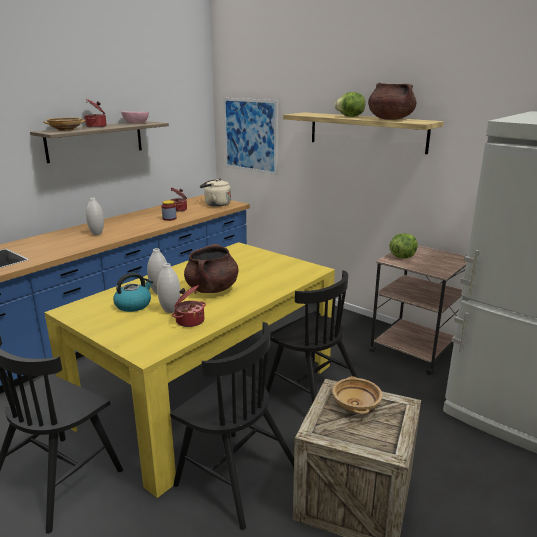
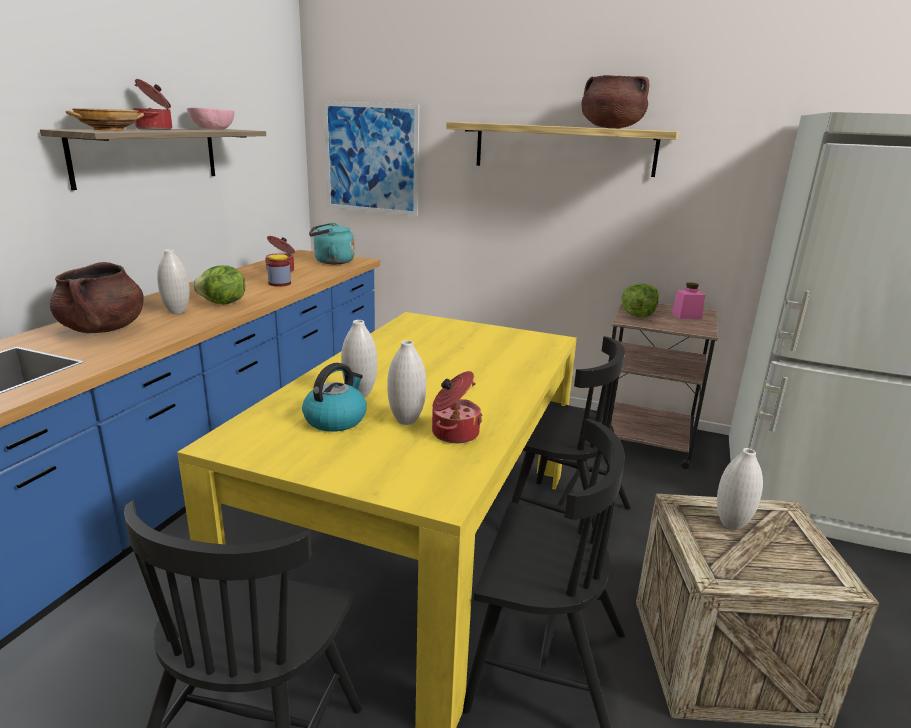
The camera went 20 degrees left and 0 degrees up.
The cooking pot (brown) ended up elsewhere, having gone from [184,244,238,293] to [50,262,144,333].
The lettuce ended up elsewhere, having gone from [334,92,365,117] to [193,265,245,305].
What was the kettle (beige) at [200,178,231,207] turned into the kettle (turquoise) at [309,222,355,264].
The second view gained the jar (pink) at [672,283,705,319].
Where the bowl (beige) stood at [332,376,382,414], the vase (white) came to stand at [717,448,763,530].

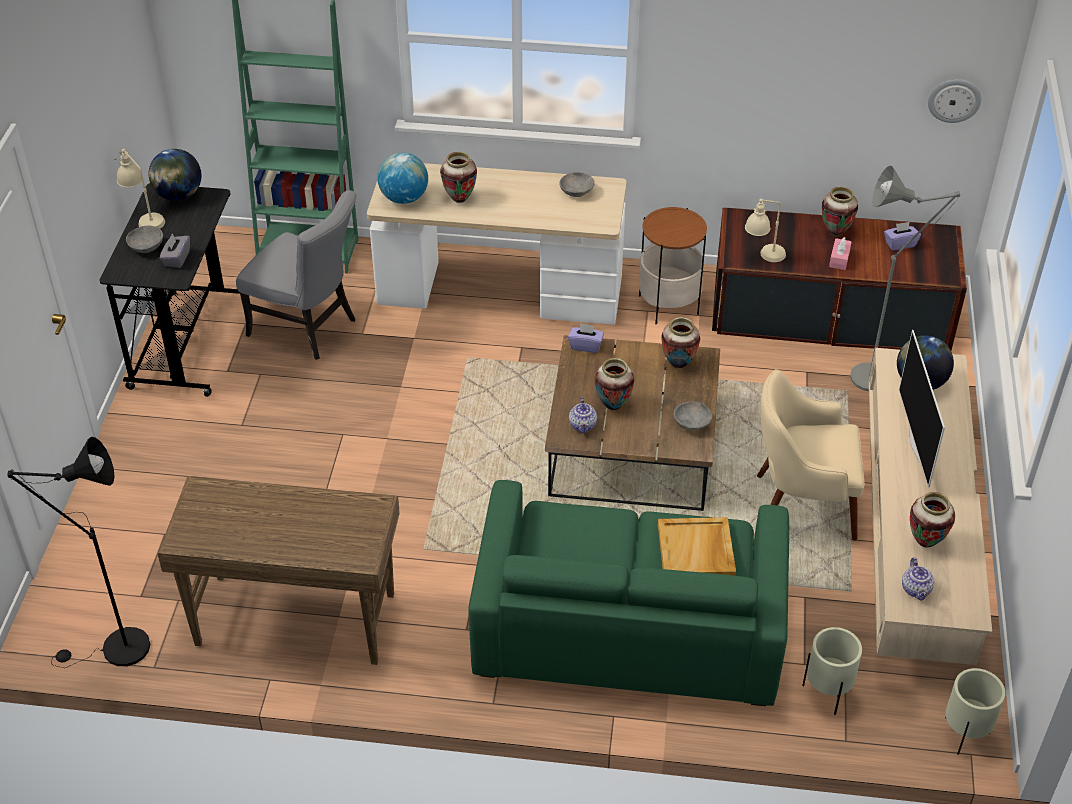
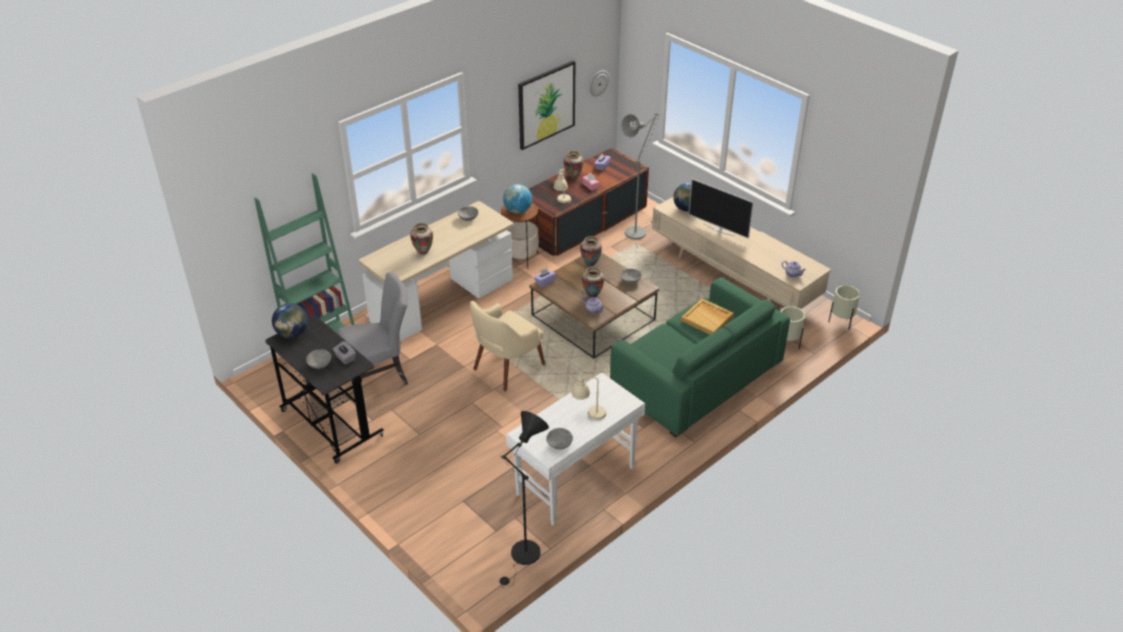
The camera went 50 degrees left and 5 degrees down.
The armchair (beige) ended up elsewhere, having gone from [757,369,864,541] to [470,301,545,391].
The globe ended up elsewhere, having gone from [377,153,428,204] to [503,184,532,214].
What was the console table (brown) at [158,476,400,665] turned into the console table (white) at [506,373,645,526].
The second view gained the picture at [518,61,575,150].
The second view gained the bowl (grey) at [546,428,573,449].
The table lamp (beige) ended up elsewhere, having gone from [114,149,165,229] to [571,373,606,420].
The second view lost the vase at [910,492,955,548].

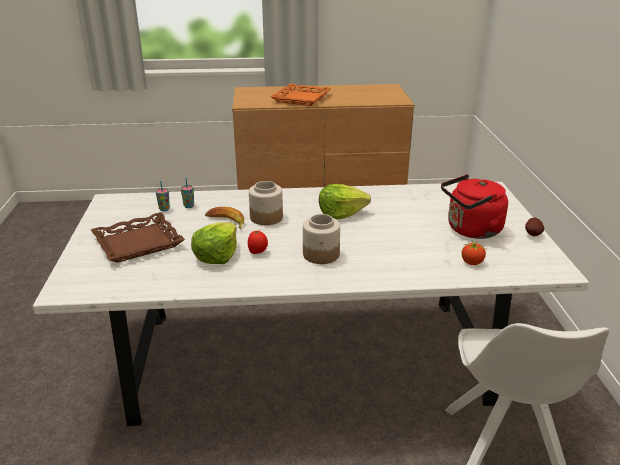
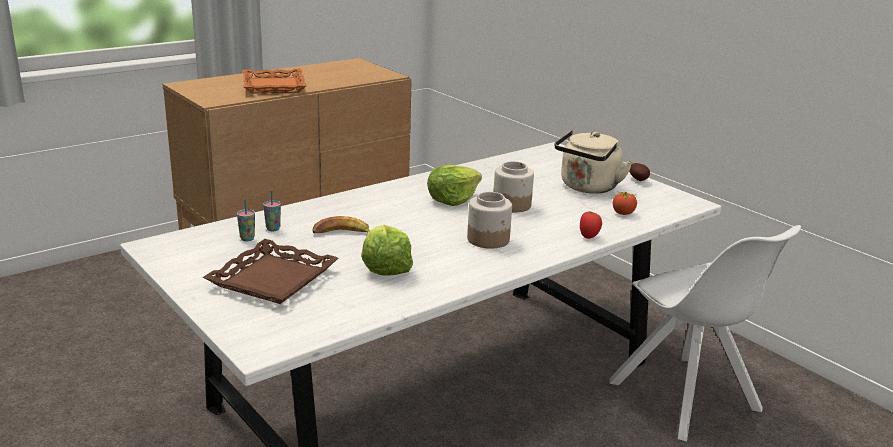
The camera went 35 degrees left and 5 degrees down.
The jar ended up elsewhere, having gone from [249,181,283,225] to [493,161,534,212].
What was the kettle (red) at [441,174,508,239] turned into the kettle (beige) at [554,130,633,194].
The tomato ended up elsewhere, having gone from [248,230,268,254] to [580,211,602,239].

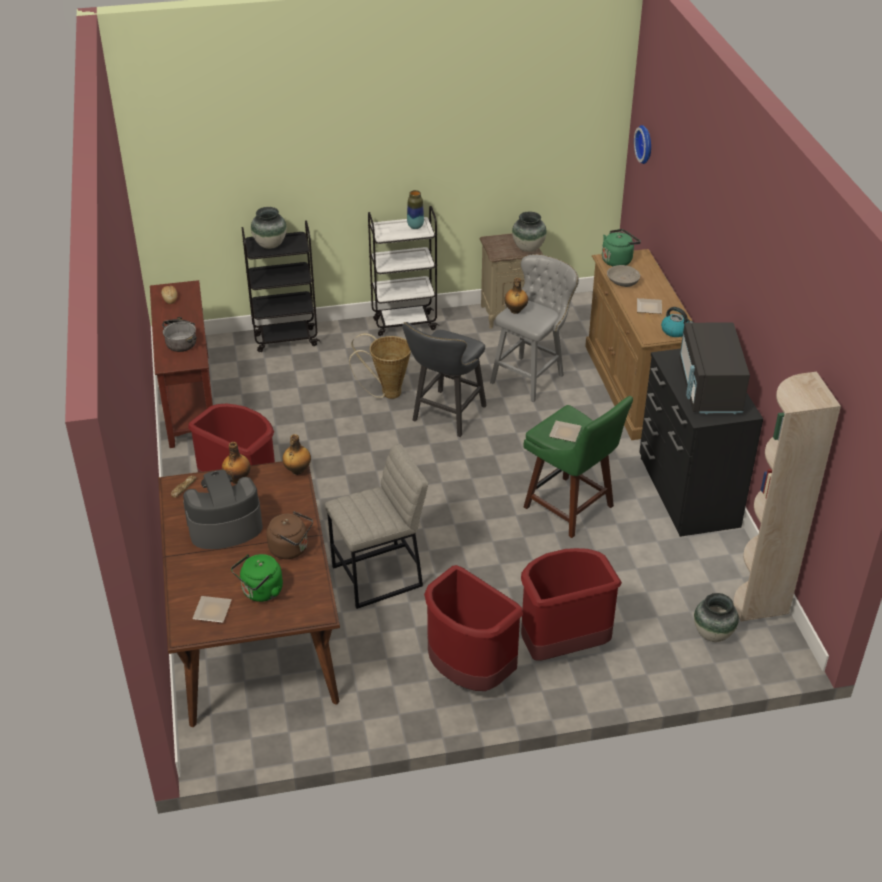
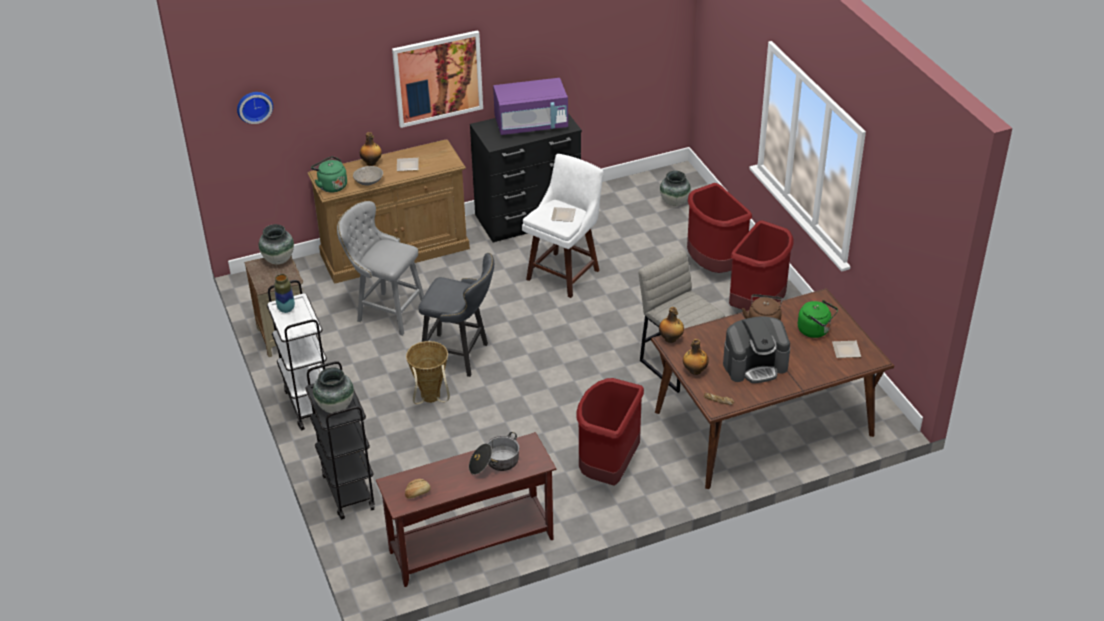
The camera went 100 degrees left and 0 degrees up.
The bottle ended up elsewhere, having gone from [504,278,528,314] to [360,132,382,166].
The second view gained the picture at [392,30,483,128].
What was the microwave (black) at [679,323,750,414] turned into the microwave (purple) at [493,78,568,135].
What was the stool (green) at [523,396,633,538] turned into the stool (white) at [522,154,603,298].
The coffee machine at [183,470,263,549] ended up facing another way, 75 degrees counterclockwise from before.
The second view lost the kettle at [661,307,693,337].
The second view lost the bookcase (beige) at [733,372,841,621].

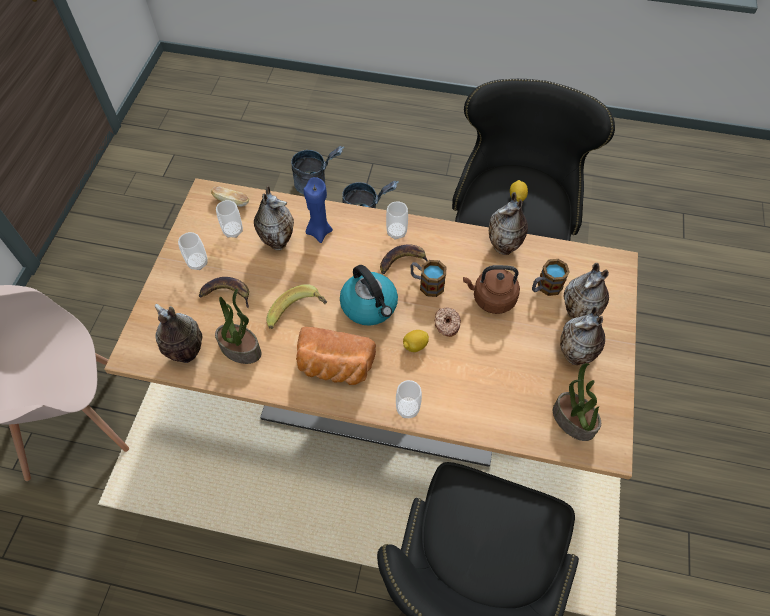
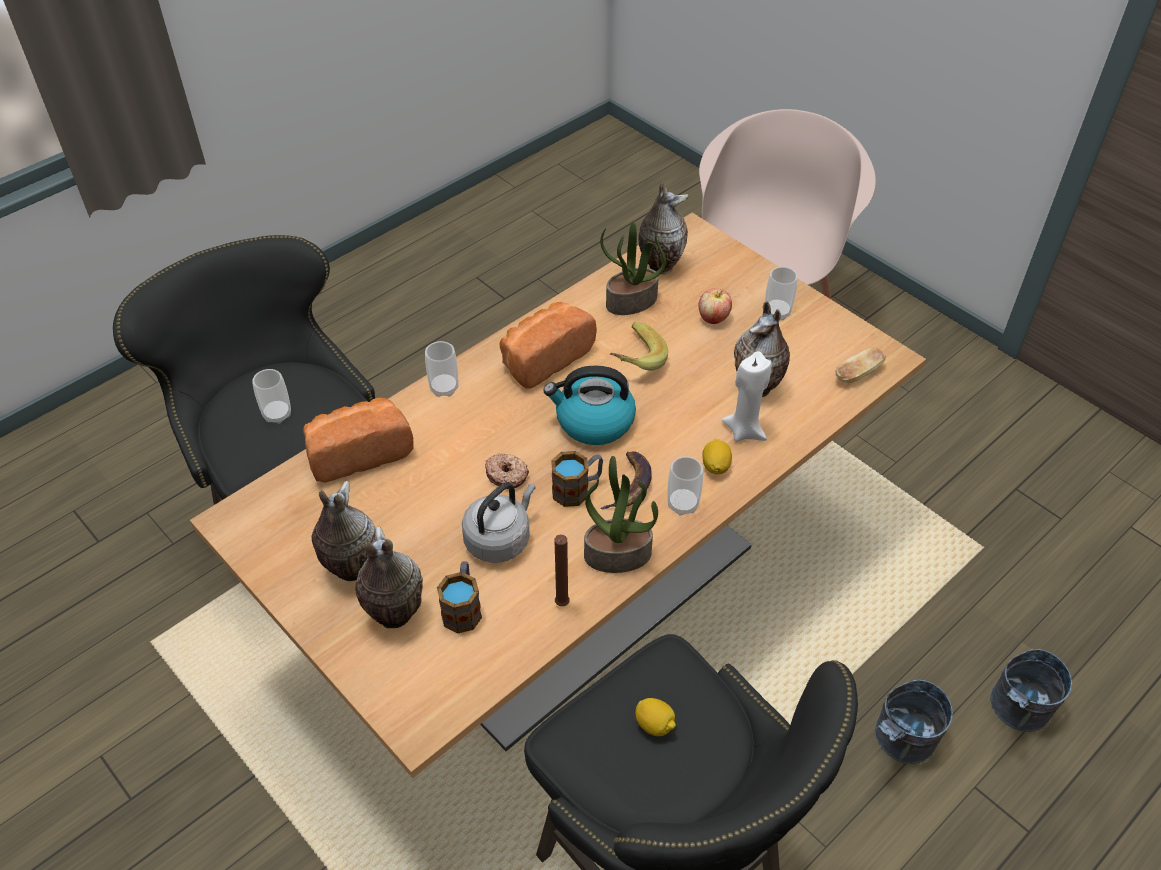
The camera went 125 degrees right and 10 degrees down.
The cup ended up elsewhere, having gone from [216,200,243,238] to [252,369,291,424].
The second view gained the bread at [303,398,414,483].
What was the kettle (brown) at [463,265,520,314] turned into the kettle (grey) at [462,482,536,563].
Where the vase stood at [489,192,528,255], the candle (brown) came to stand at [555,535,570,606].
The potted plant ended up elsewhere, having gone from [553,363,601,441] to [584,456,658,573].
Where the banana stood at [199,277,249,308], the apple came to stand at [698,288,732,324].
The lemon ended up elsewhere, having gone from [403,330,429,352] to [702,439,732,474].
What was the candle (blue) at [304,177,333,243] turned into the candle (white) at [722,351,772,442].

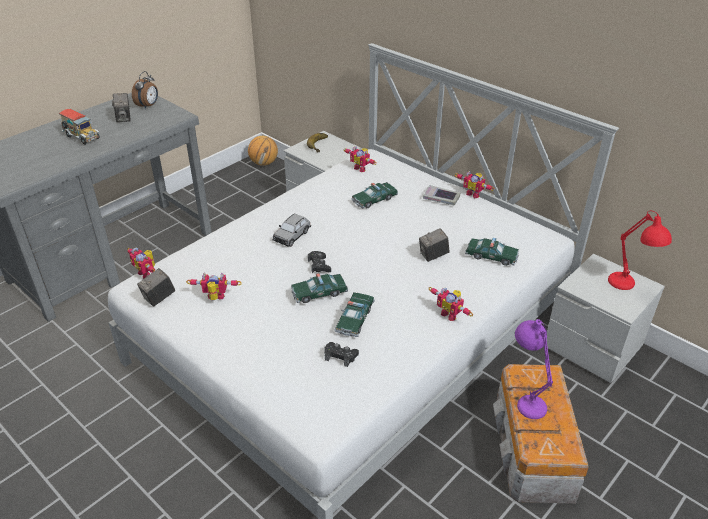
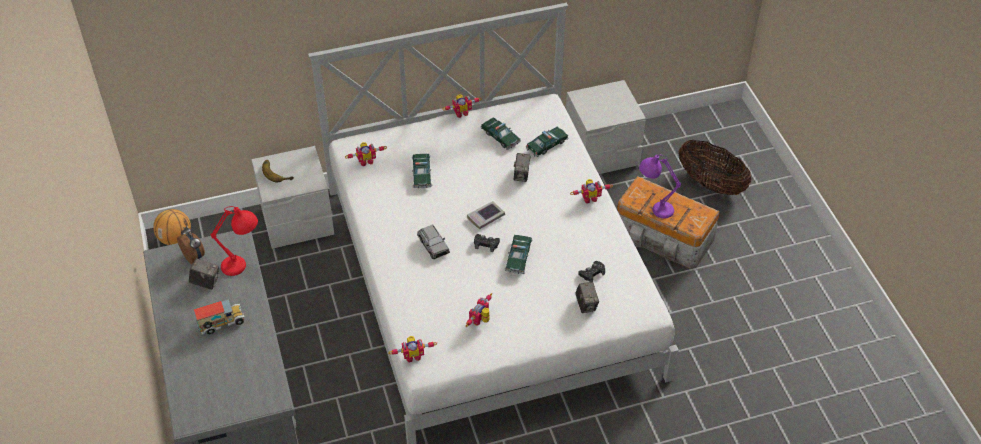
The camera went 60 degrees left and 10 degrees up.
The table lamp (red) ended up elsewhere, having gone from [608,210,672,290] to [210,206,258,276].
The book ended up elsewhere, having gone from [423,185,460,205] to [467,201,505,229].
The toy car ended up elsewhere, having gone from [334,292,375,337] to [481,117,521,150].
The photo camera ended up elsewhere, having gone from [137,268,175,307] to [575,282,599,313].
The second view gained the basket at [679,140,752,195].

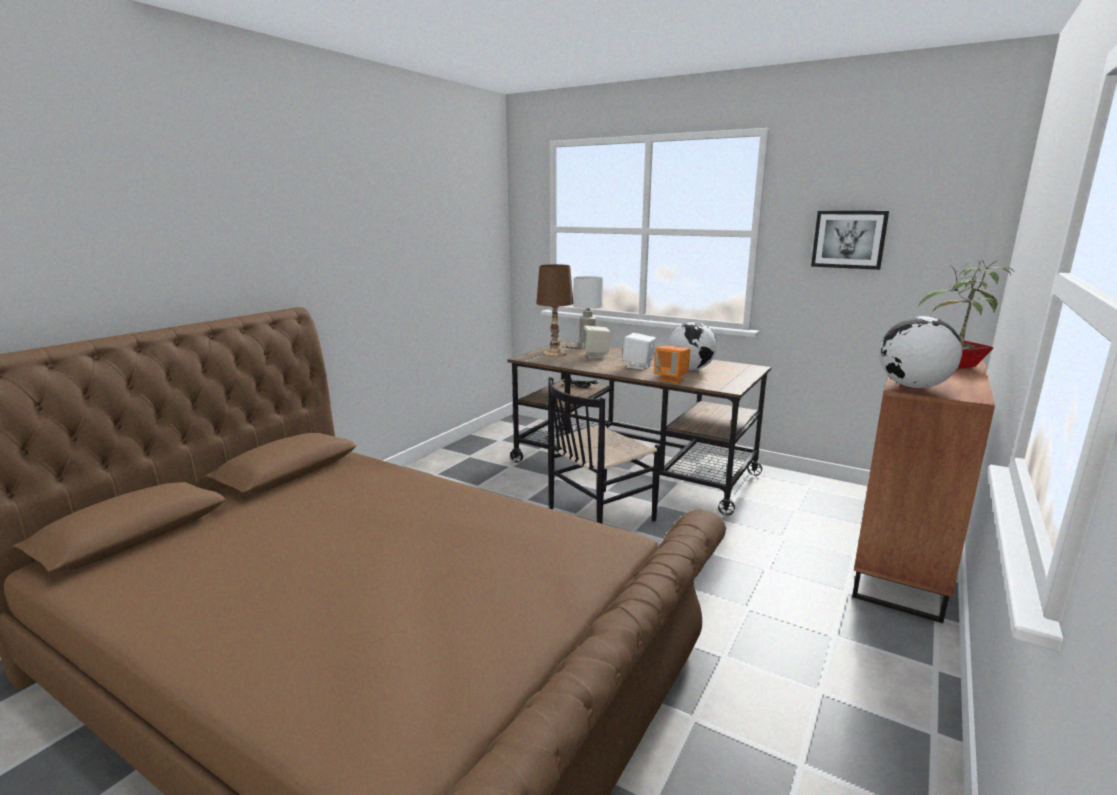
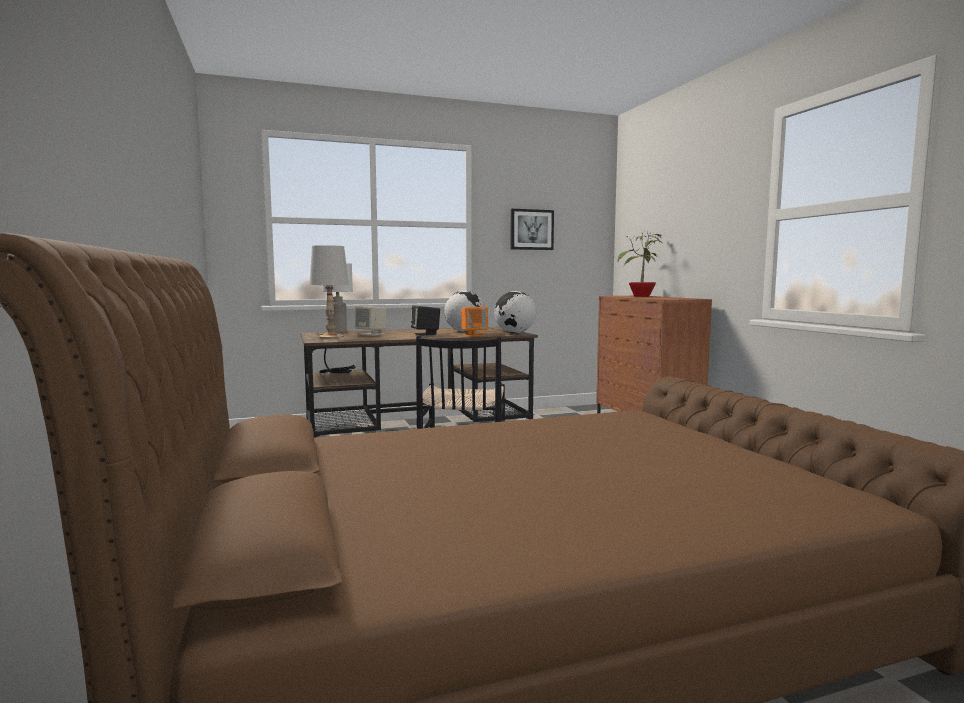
The camera went 50 degrees left and 10 degrees down.
What was the table lamp (brown) at [536,264,573,356] turned into the table lamp (white) at [310,245,349,338].
What was the speaker (white) at [622,333,656,369] turned into the speaker (black) at [411,306,440,335].
The globe ended up elsewhere, having gone from [879,316,962,388] to [494,291,536,333].

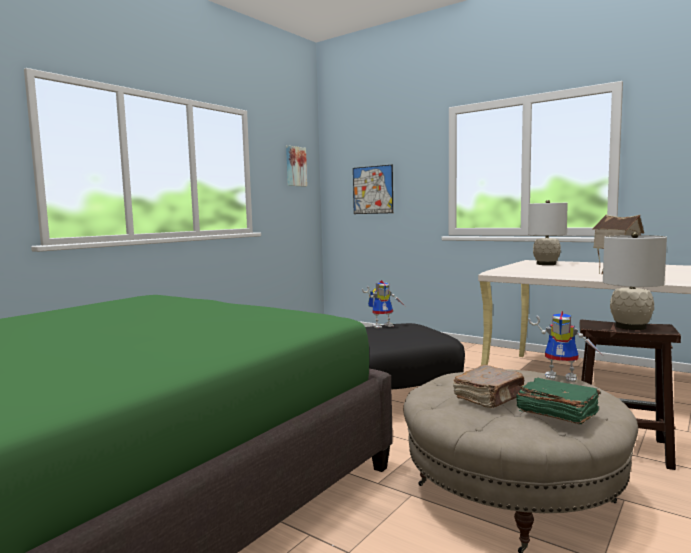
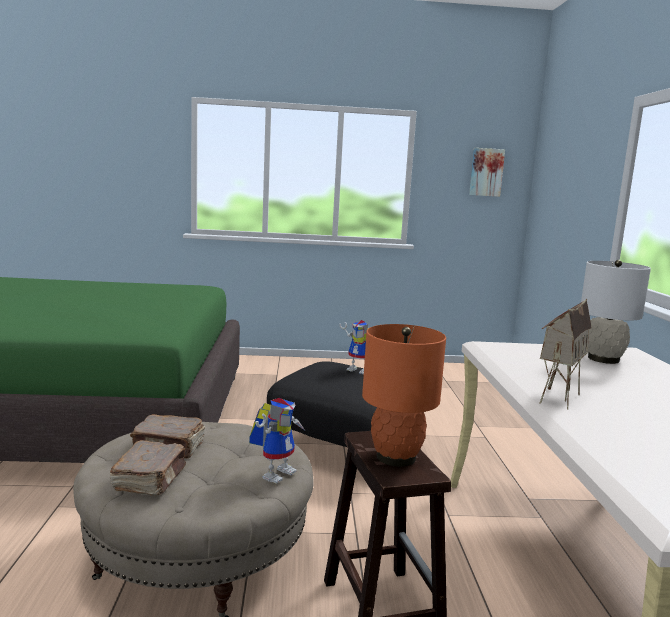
The camera went 50 degrees right and 5 degrees up.
What was the book (green) at [516,377,601,424] turned into the book (brown) at [110,440,186,496].
The toy robot at [528,311,601,382] ended up facing another way, 135 degrees counterclockwise from before.
What was the table lamp (white) at [603,232,667,330] turned into the table lamp (orange) at [362,324,446,467].
The second view lost the picture at [353,165,393,214].

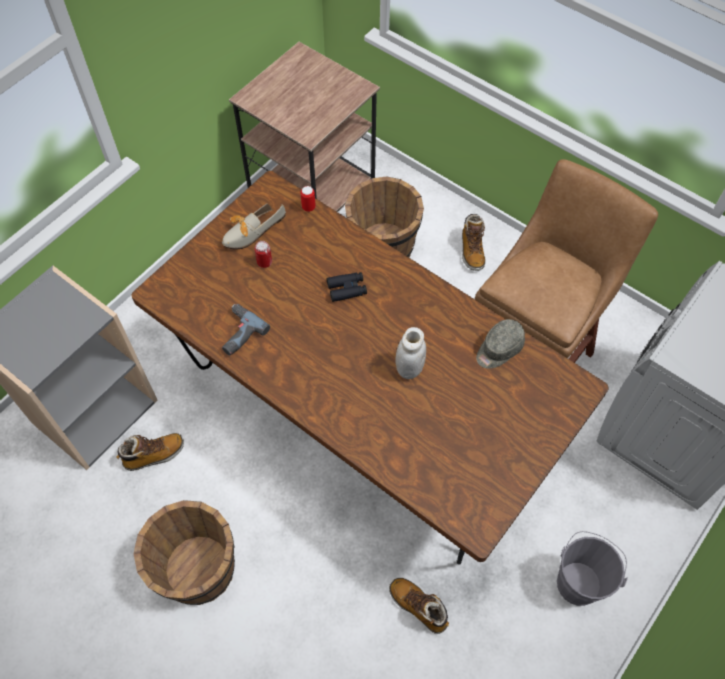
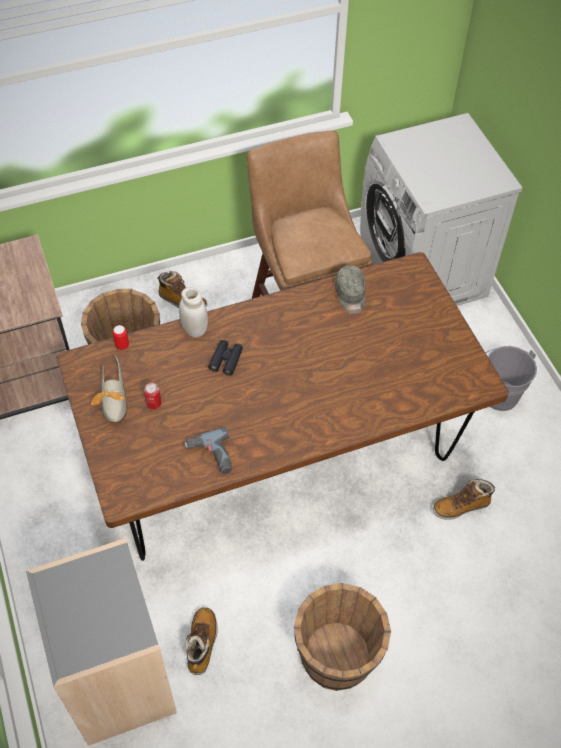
The camera went 60 degrees left and 5 degrees down.
The jar (white) ended up elsewhere, having gone from [395,327,426,379] to [179,287,208,338].

